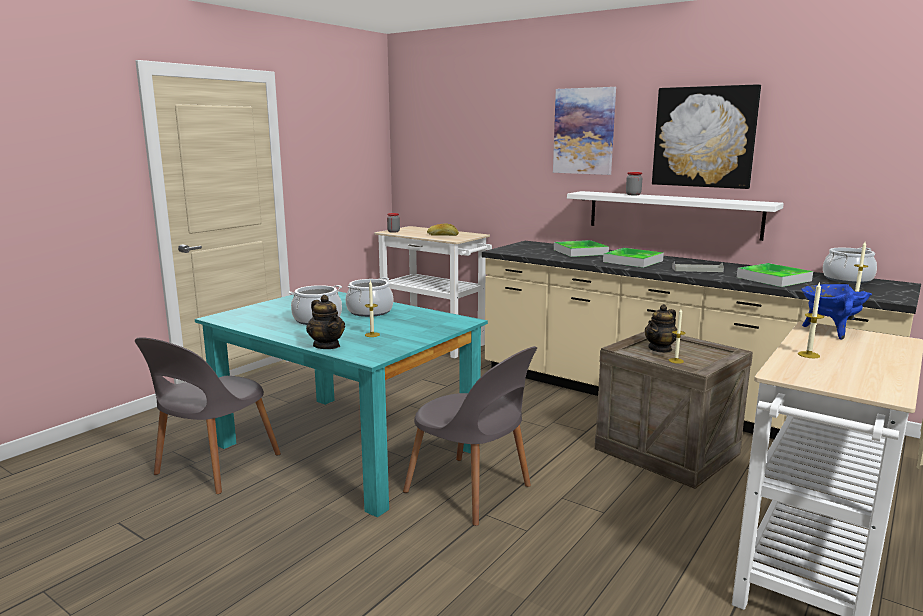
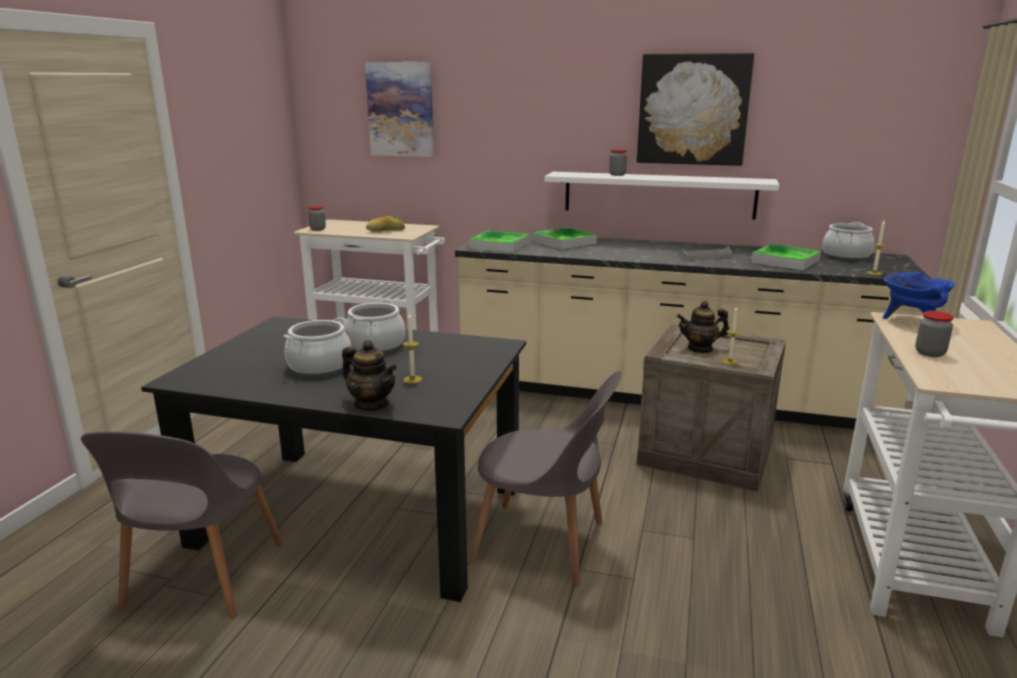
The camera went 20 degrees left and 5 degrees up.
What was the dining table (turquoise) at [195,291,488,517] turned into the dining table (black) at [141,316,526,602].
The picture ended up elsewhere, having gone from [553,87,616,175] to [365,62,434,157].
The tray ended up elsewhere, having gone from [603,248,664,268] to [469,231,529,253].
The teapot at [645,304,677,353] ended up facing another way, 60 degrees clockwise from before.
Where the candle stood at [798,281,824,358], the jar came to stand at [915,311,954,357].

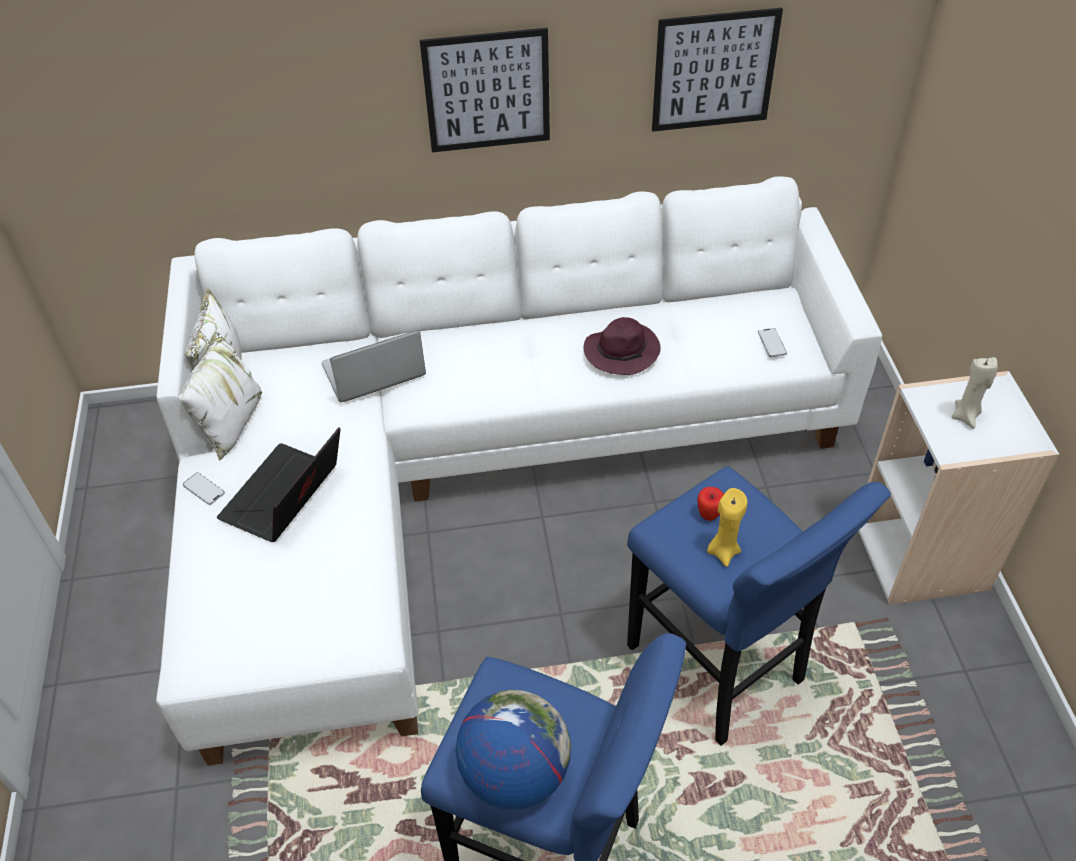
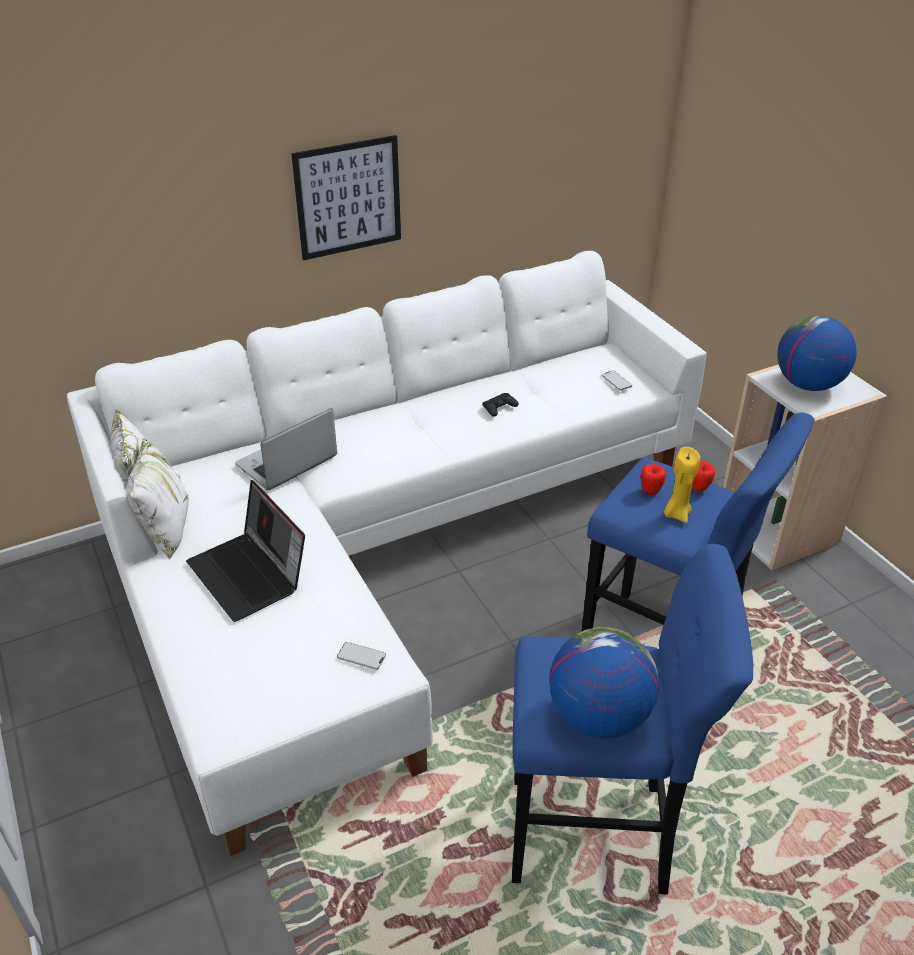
The camera went 20 degrees left and 10 degrees down.
The laptop at [217,427,341,542] ended up facing another way, 45 degrees counterclockwise from before.
The phone ended up elsewhere, having gone from [183,472,225,505] to [337,642,386,670].
Where the hat (purple) stood at [584,317,661,375], the game controller (black) came to stand at [482,393,519,417].
The second view gained the apple at [692,461,715,492].
Where the candle (beige) stood at [952,357,998,429], the globe came to stand at [777,316,857,391].
The second view lost the picture at [652,8,783,132].

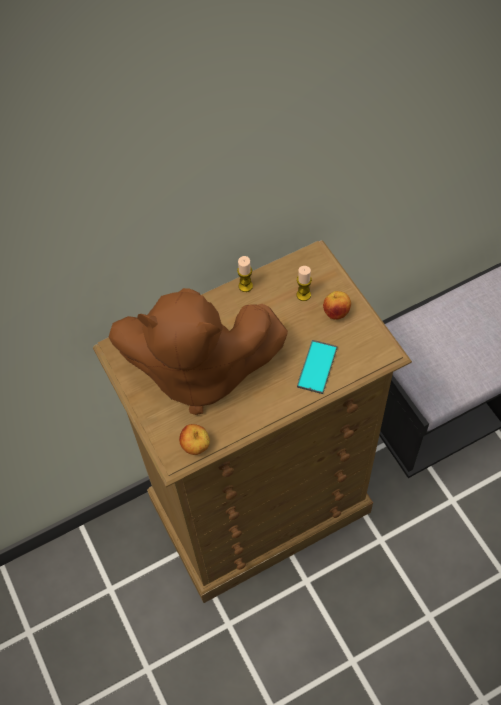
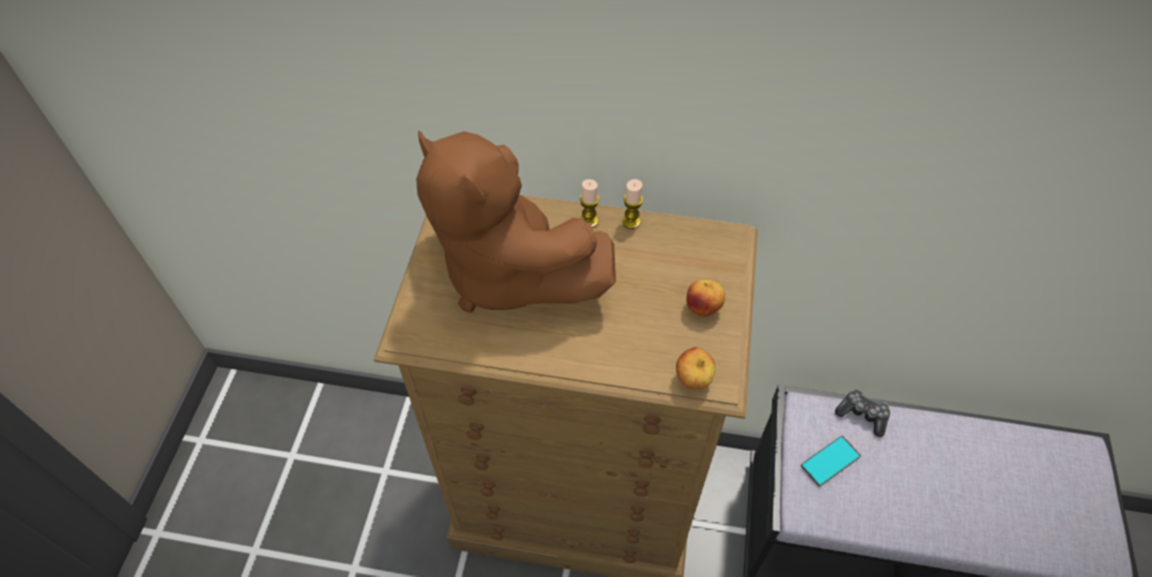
The camera went 35 degrees right and 5 degrees down.
The candle ended up elsewhere, having gone from [297,266,312,301] to [580,179,599,228].
The apple ended up elsewhere, having gone from [179,424,210,455] to [676,347,715,389].
The phone ended up elsewhere, having gone from [297,340,337,394] to [801,436,861,487].
The second view gained the game controller at [835,389,890,437].

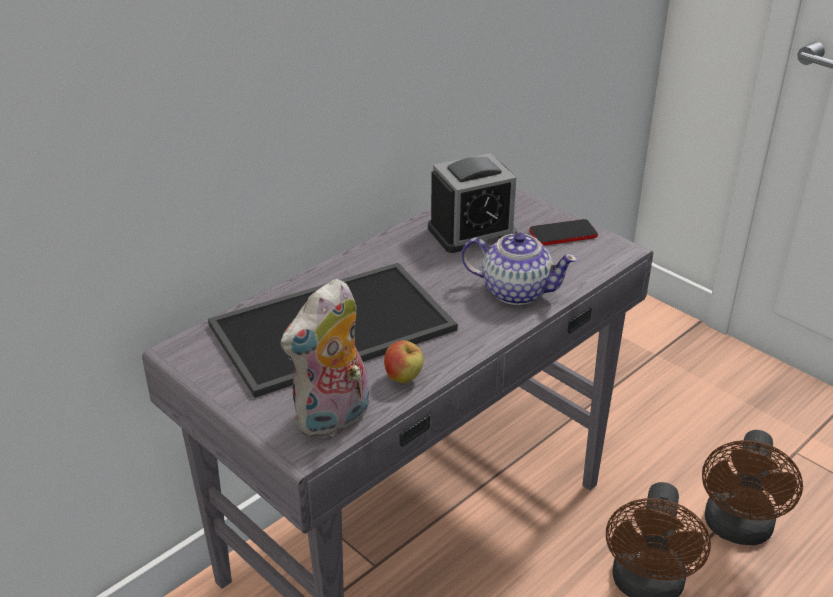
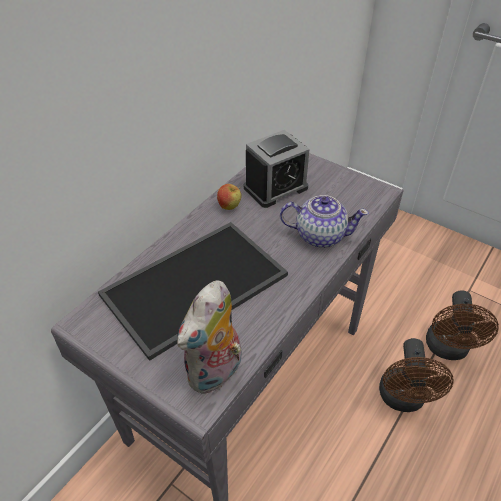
The camera went 10 degrees left and 10 degrees up.
The apple ended up elsewhere, having gone from [384,340,424,383] to [217,184,241,210].
The second view lost the phone at [529,219,598,246].

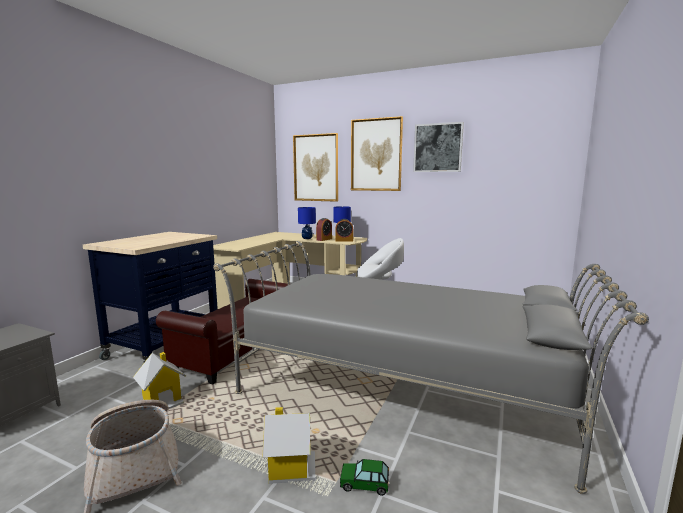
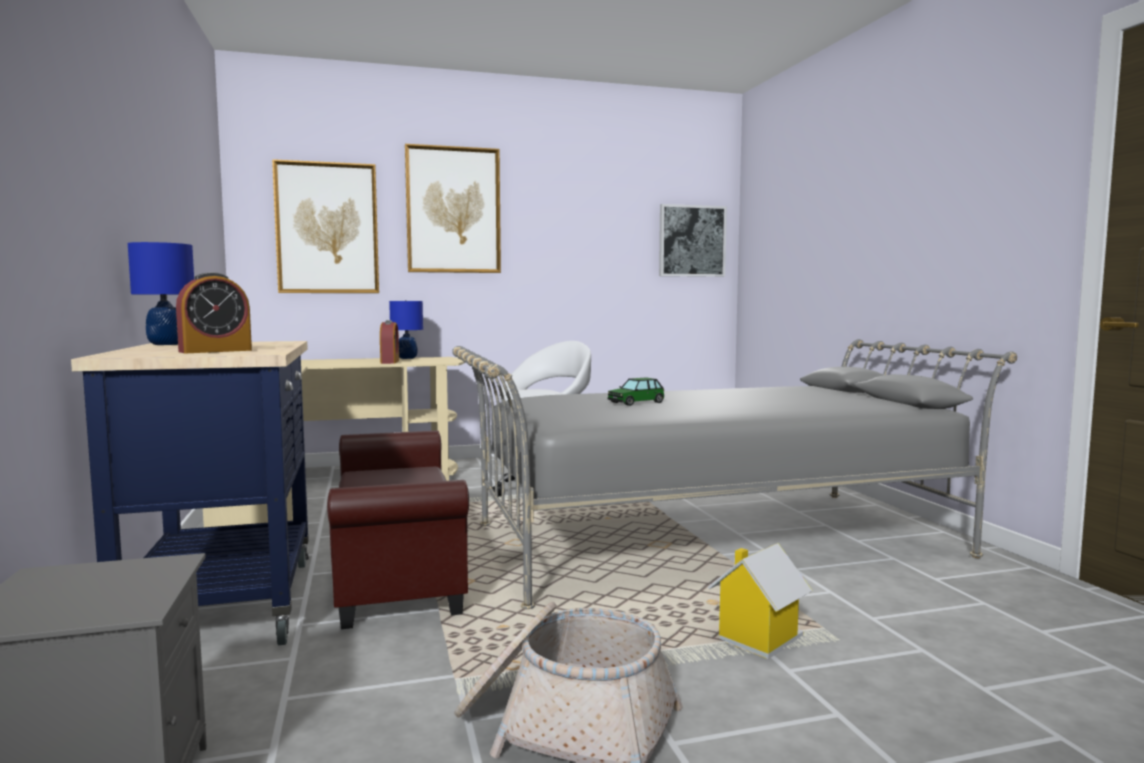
The camera went 40 degrees left and 5 degrees down.
The table lamp (blue) ended up elsewhere, having gone from [298,207,316,239] to [128,242,194,345].
The alarm clock ended up elsewhere, having gone from [335,219,353,242] to [176,272,252,353].
The toy car ended up elsewhere, having gone from [340,459,389,496] to [608,377,664,406].
The picture ended up elsewhere, having gone from [413,122,464,172] to [659,204,727,277].
The second view lost the toy house at [133,352,186,409].

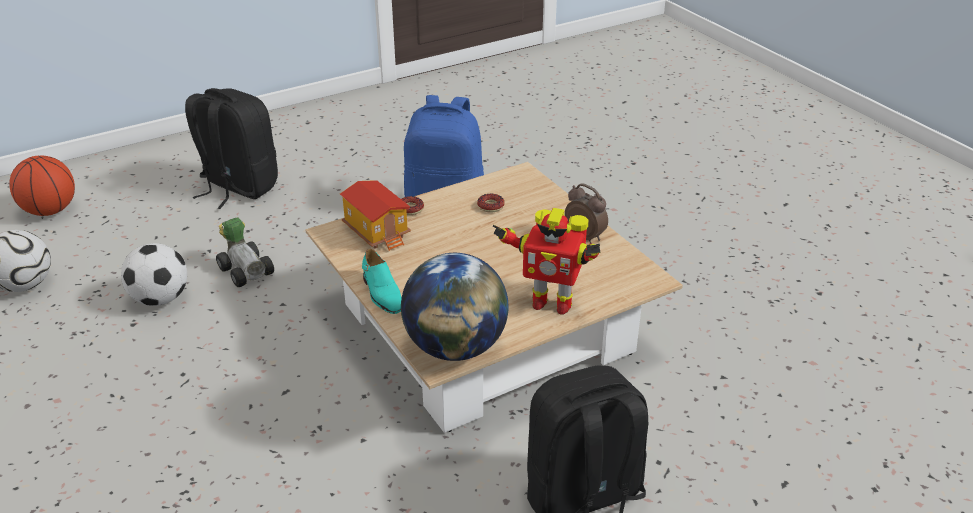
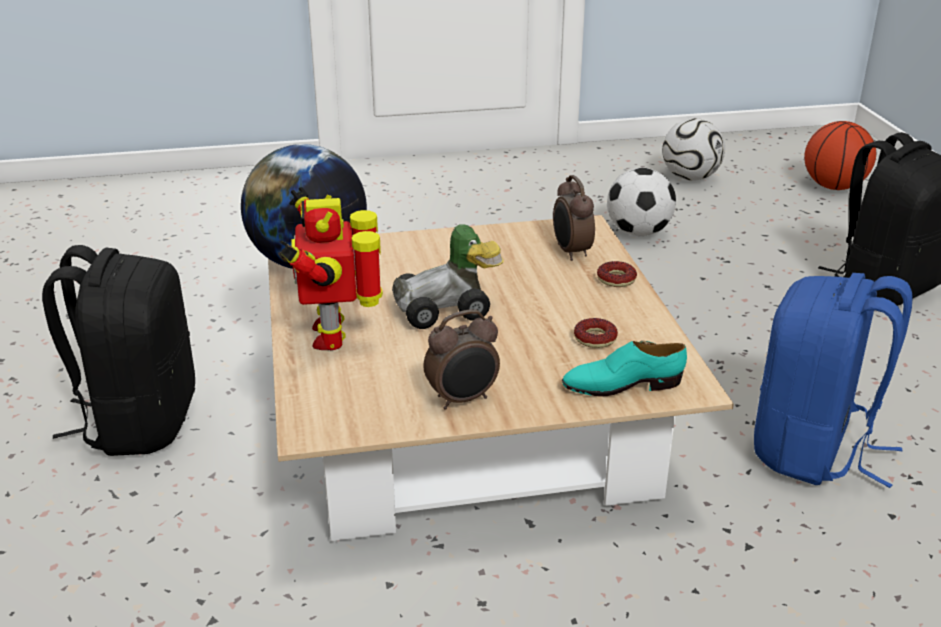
The camera went 110 degrees right and 5 degrees down.
The toy robot at [493,208,600,315] ended up facing another way, 45 degrees counterclockwise from before.
The toy car ended up elsewhere, having gone from [216,217,274,287] to [392,225,504,329].
Where the toy house stood at [340,180,411,251], the alarm clock came to stand at [553,175,595,261].
The shoe (turquoise) ended up elsewhere, having gone from [362,249,402,314] to [562,340,687,396].

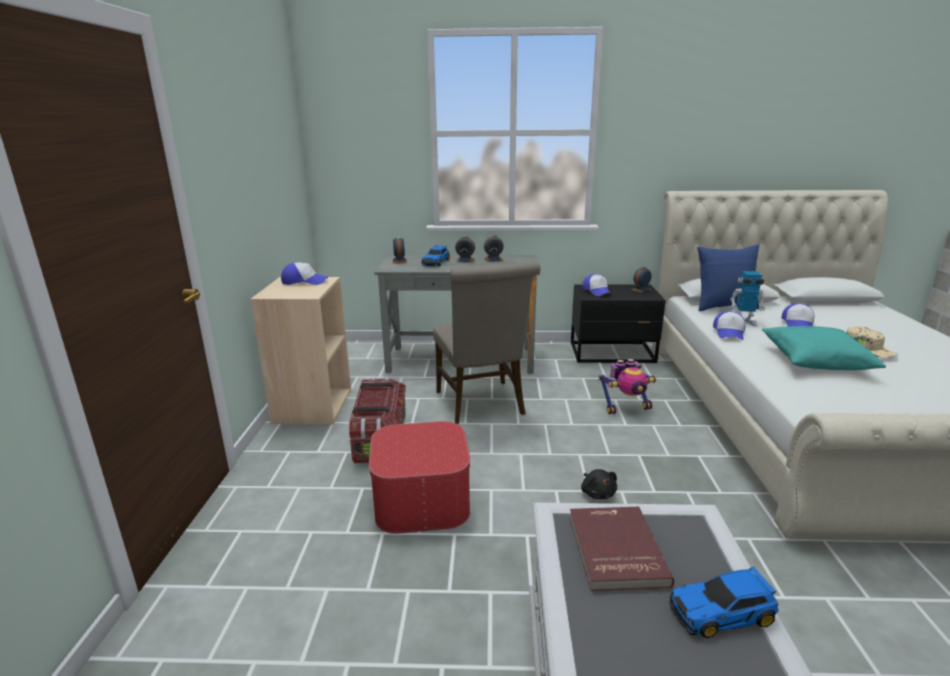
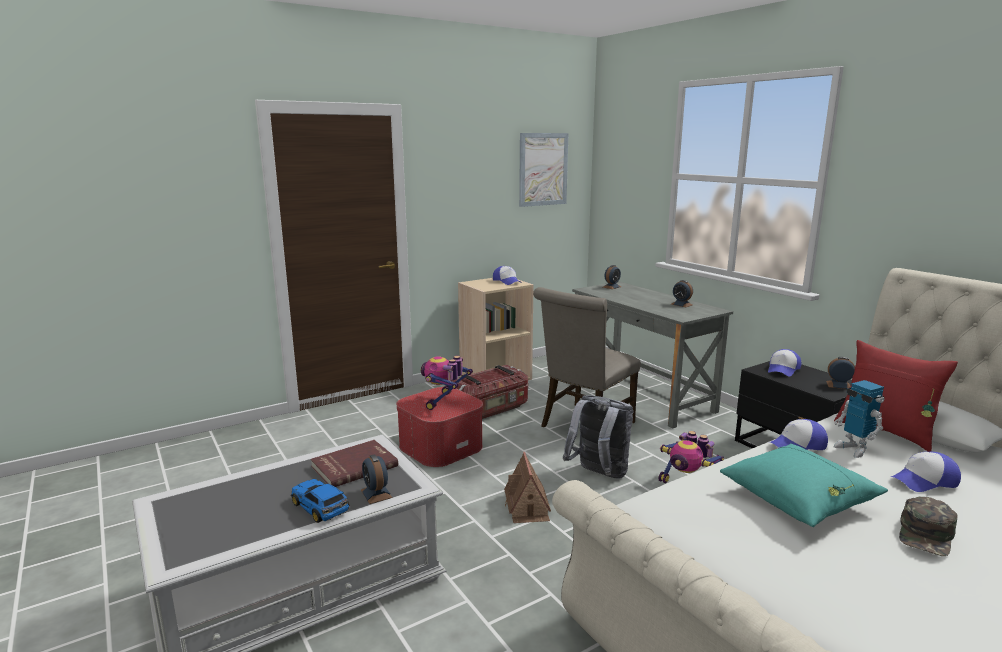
The camera went 55 degrees right and 5 degrees down.
The alarm clock ended up elsewhere, having gone from [455,236,475,263] to [361,455,392,504].
The second view gained the toy robot at [421,356,473,410].
Where the plush toy (black) stood at [581,469,617,499], the toy house came to stand at [504,452,551,523].
The second view gained the picture at [519,133,568,207].
The second view gained the backpack (grey) at [563,395,634,479].
What was the pillow (blue) at [697,245,759,311] turned into the pillow (red) at [834,340,958,452].
What was the cap (beige) at [846,326,898,358] turned into the cap (green) at [899,497,958,556].
The second view lost the toy car at [421,245,450,266].

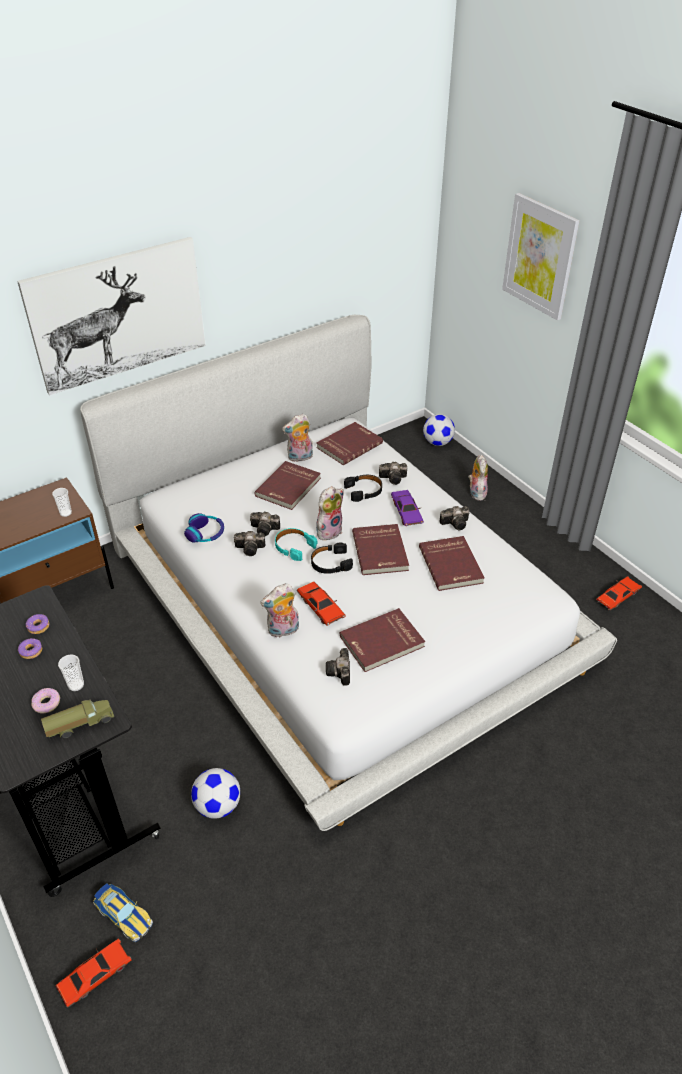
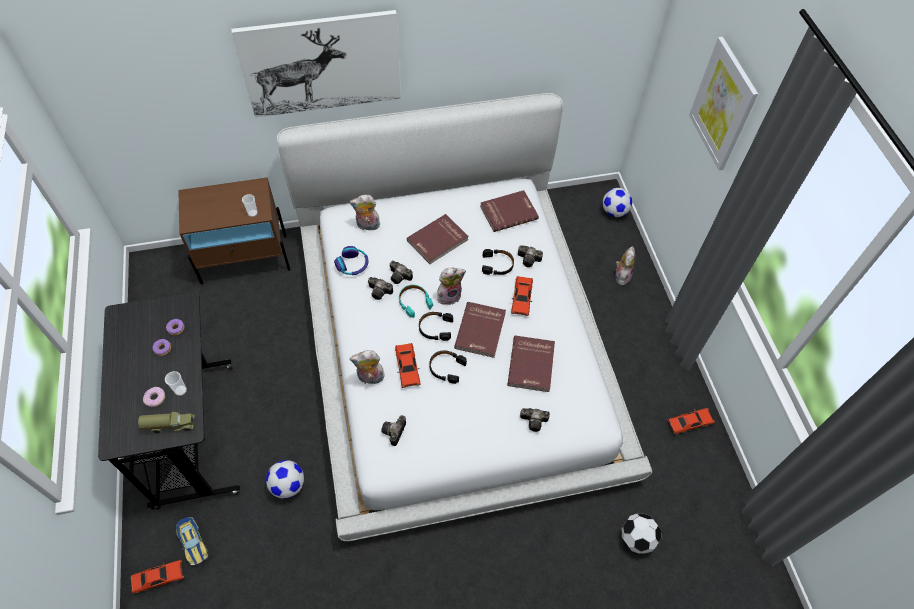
The camera went 20 degrees right and 15 degrees up.
The plush toy ended up elsewhere, having gone from [282,414,313,462] to [349,195,380,231].
The second view gained the headphones (black) at [429,350,467,384].
What was the toy car (purple) at [391,490,424,526] turned into the toy car (red) at [511,276,533,316].
The photo camera ended up elsewhere, having gone from [440,506,469,530] to [520,408,550,432].
The second view gained the football at [621,513,661,554].
The second view lost the book (red) at [340,608,425,672].

